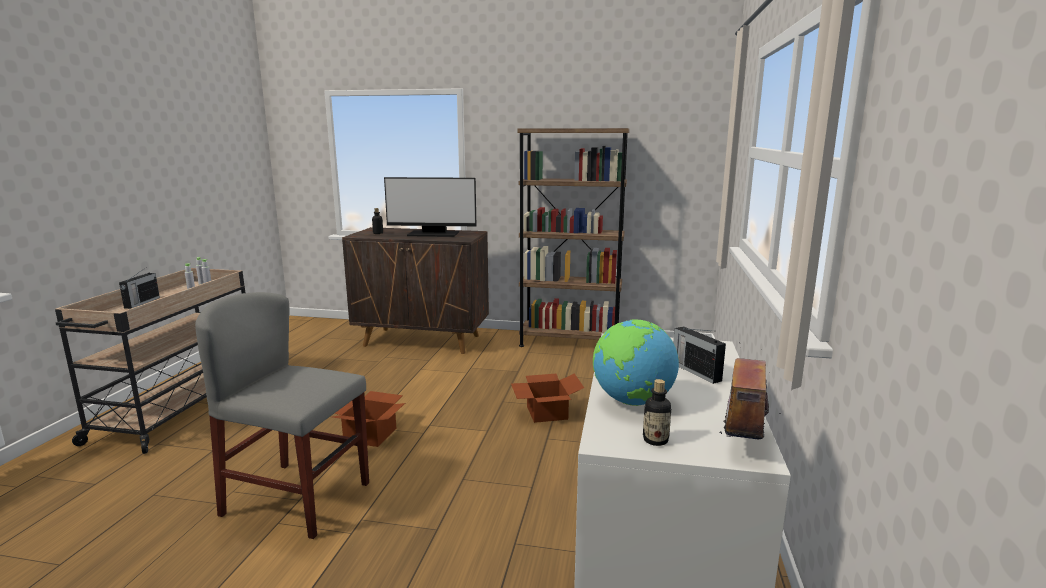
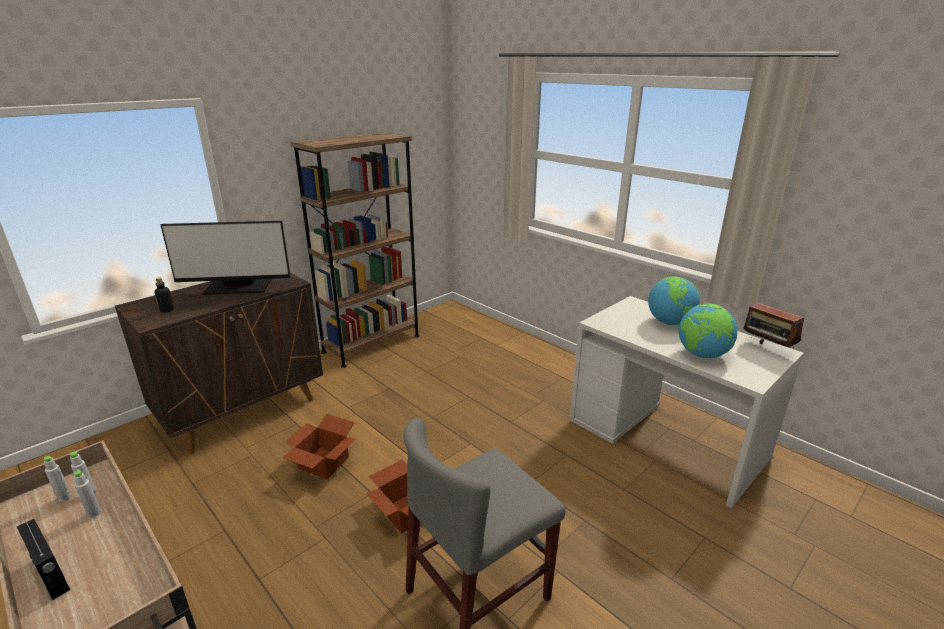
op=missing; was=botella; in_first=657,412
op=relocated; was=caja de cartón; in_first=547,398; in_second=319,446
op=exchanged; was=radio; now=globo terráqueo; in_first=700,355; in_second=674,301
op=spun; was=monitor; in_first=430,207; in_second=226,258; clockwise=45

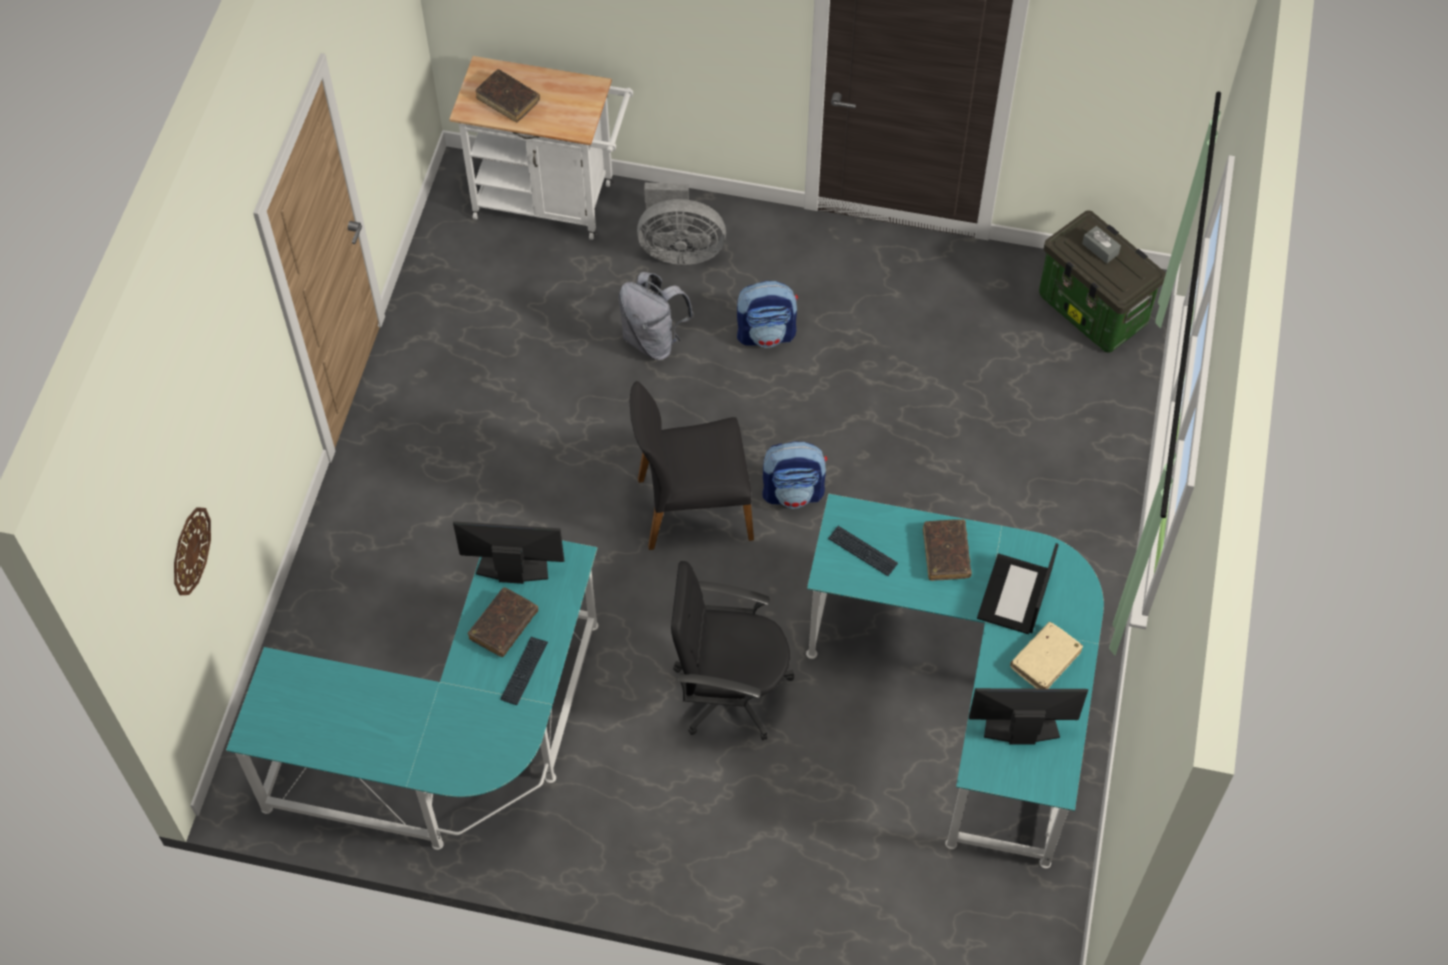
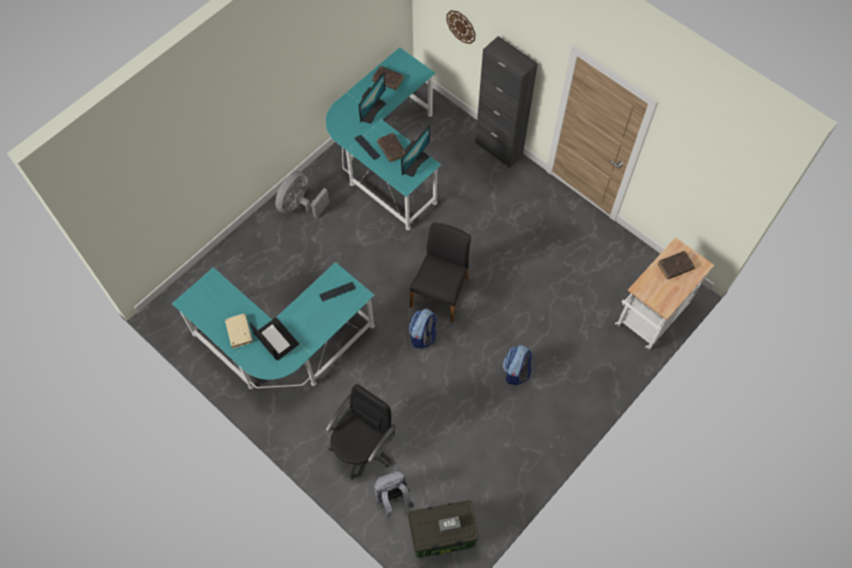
op=appeared; now=armario [negro]; in_second=506,102
op=relocated; was=mochila [gris]; in_first=656,316; in_second=394,495
op=relocated; was=ventilador [gris]; in_first=681,224; in_second=302,194
op=relocated; was=silla de oficina [negro]; in_first=732,650; in_second=360,431
op=relocated; was=libro [marrón]; in_first=947,550; in_second=388,78
op=relocated; was=monitor; in_first=1028,716; in_second=372,98

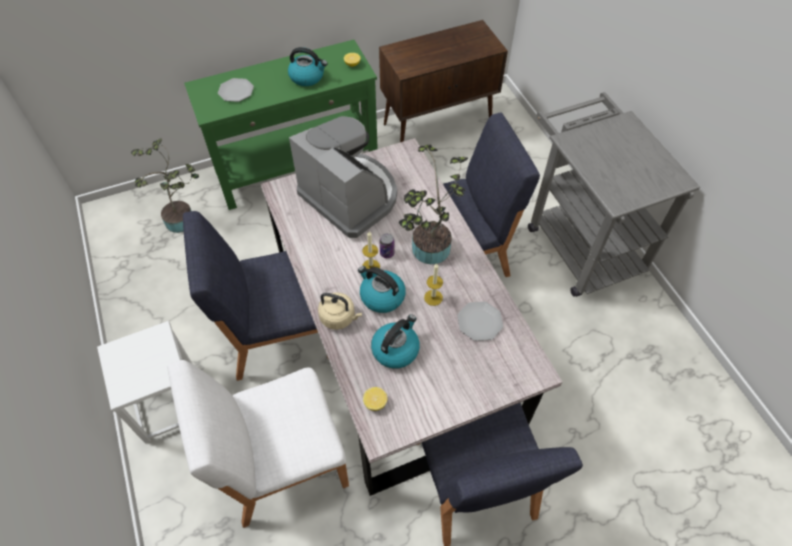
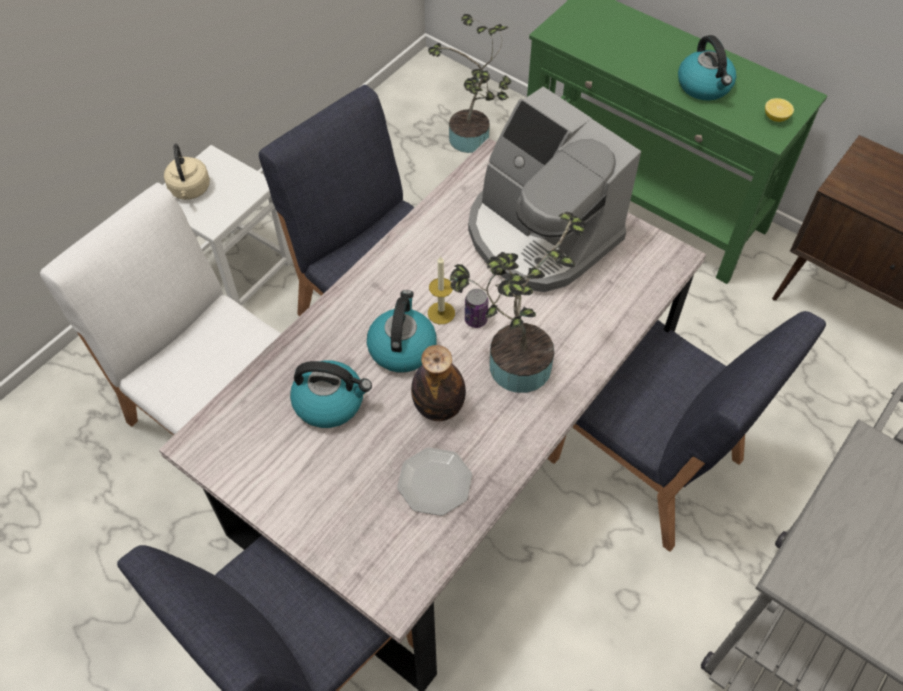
op=missing; was=plato; in_first=236,90
op=missing; was=limón; in_first=375,399
op=relocated; was=hervidor [beis]; in_first=340,311; in_second=187,172
op=exchanged; was=vela; now=botella; in_first=433,284; in_second=438,383
op=spun; was=cafetera; in_first=343,177; in_second=554,189; clockwise=120

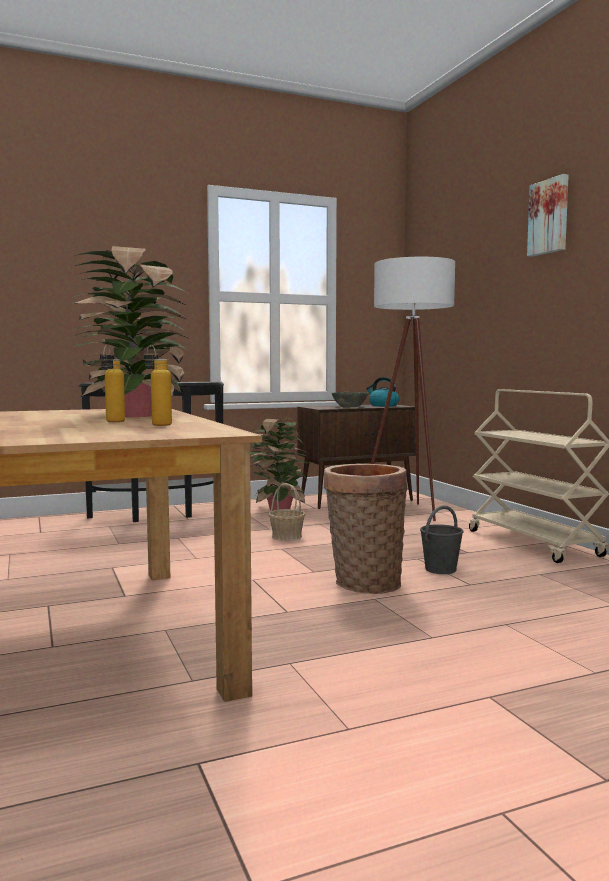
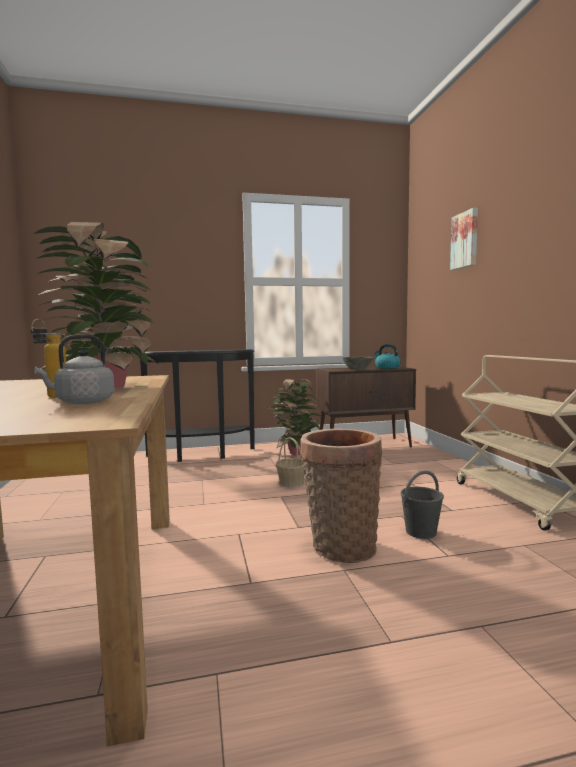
op=missing; was=lámpara de pie [blanco]; in_first=413,389
op=relocated; was=cuadro; in_first=548,215; in_second=464,239
op=exchanged; was=botella; now=hervidor [gris]; in_first=158,385; in_second=74,369

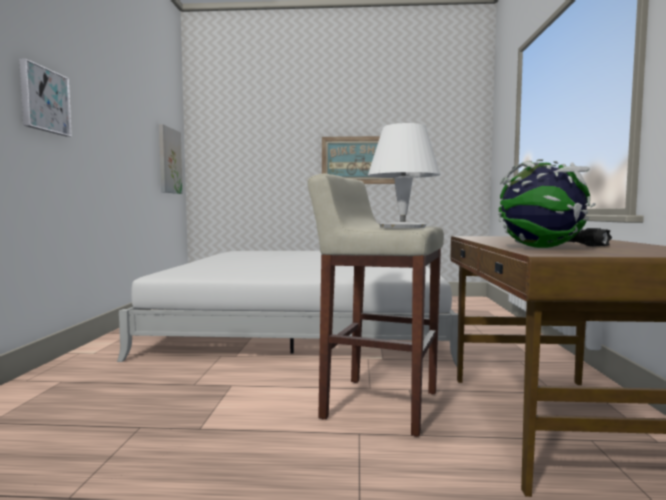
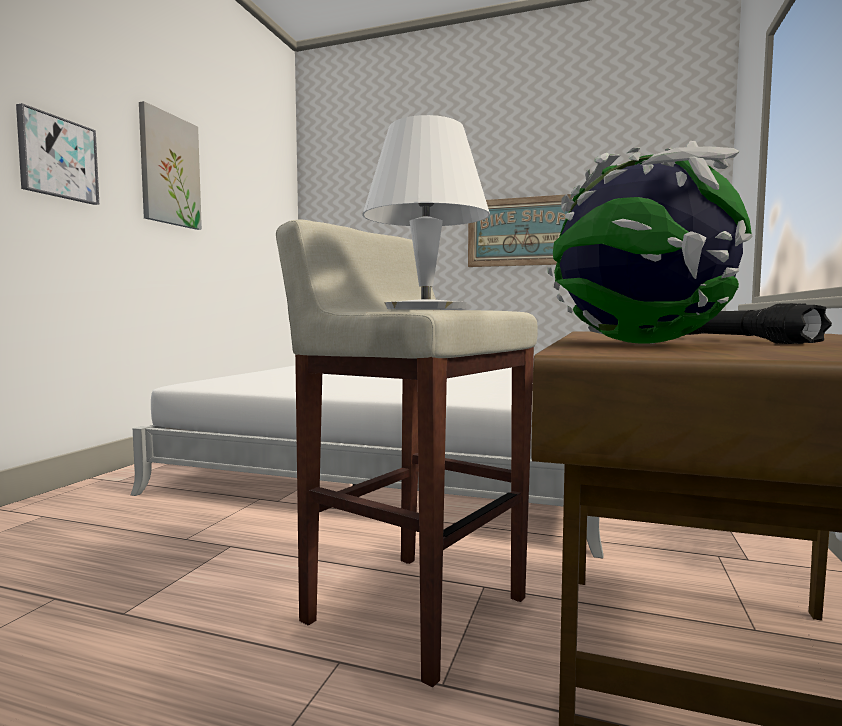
op=relocated; was=cuadro; in_first=171,159; in_second=170,165

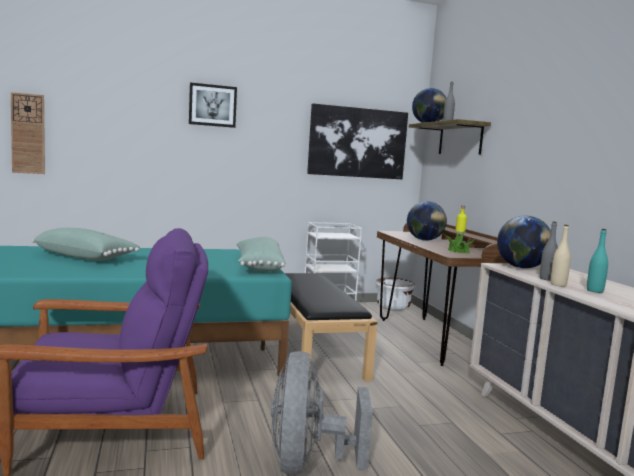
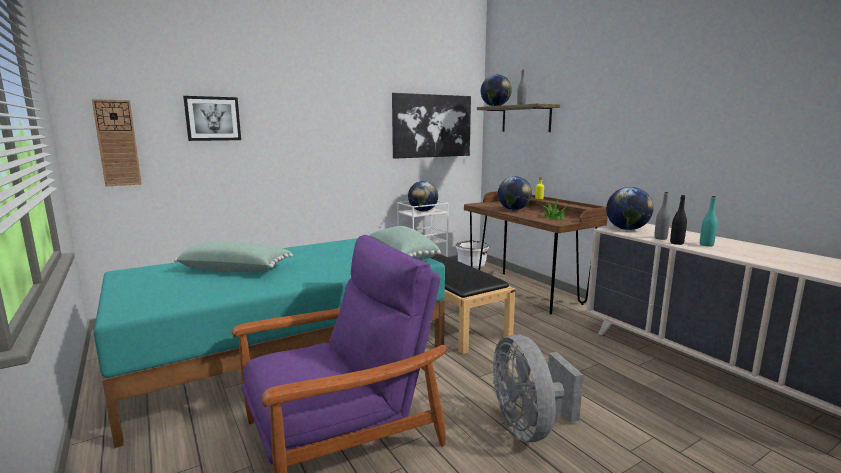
op=appeared; now=globo terráqueo; in_second=423,196
op=relocated; was=cuadro; in_first=213,105; in_second=212,118
op=colour; was=botella [beis]; now=botella [negro]; in_first=560,256; in_second=678,220

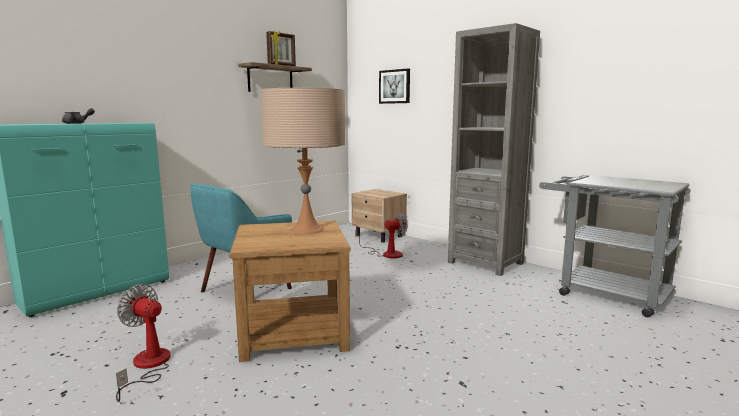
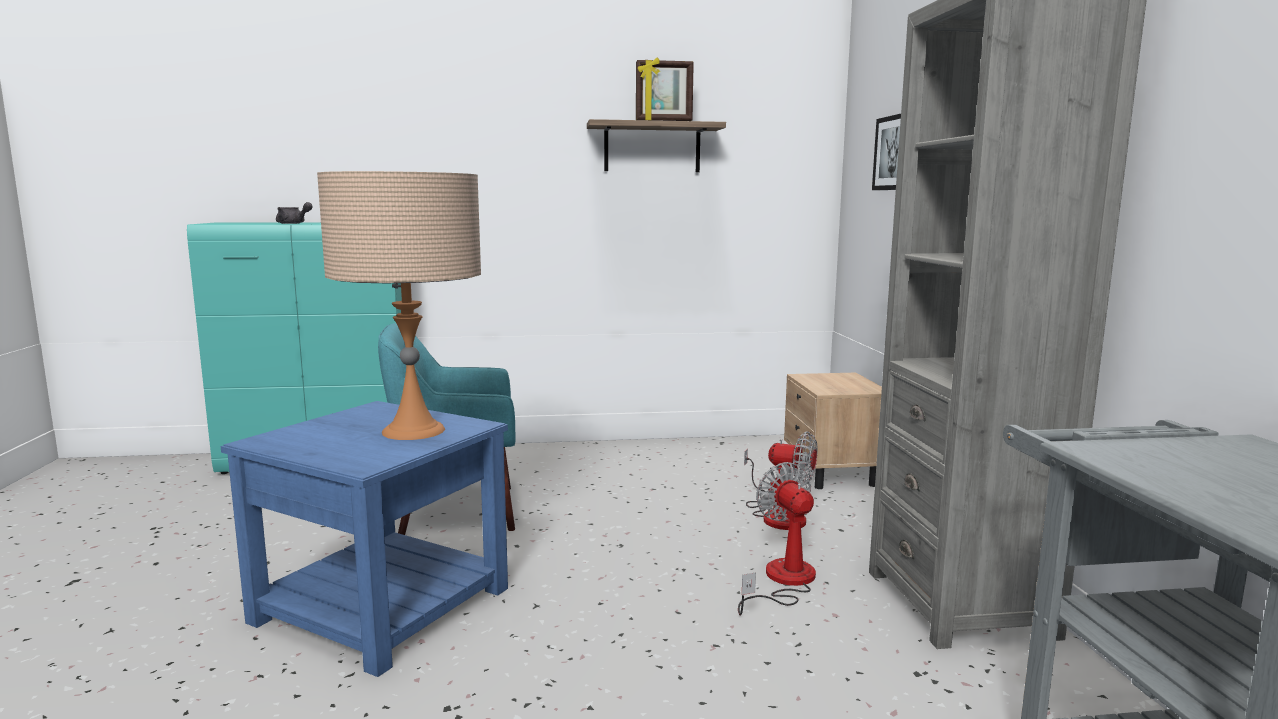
op=relocated; was=ventilador; in_first=143,343; in_second=777,539
op=colour; was=mesa auxiliar [marrón]; now=mesa auxiliar [azul]; in_first=290,291; in_second=364,539

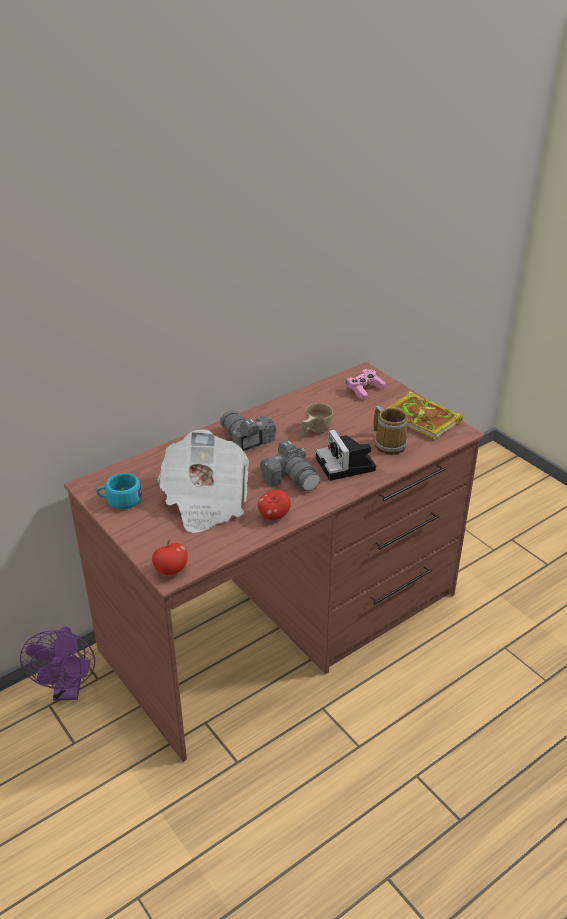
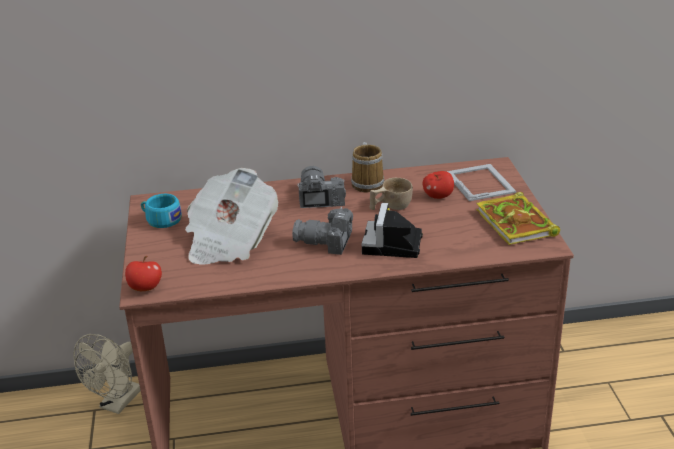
op=relocated; was=manzana; in_first=274,505; in_second=438,185
op=relocated; was=taza grande; in_first=391,430; in_second=368,167
op=exchanged; was=mando de consola [rosa]; now=portarretratos; in_first=366,384; in_second=481,182
op=colour; was=ventilador [morado]; now=ventilador [beis]; in_first=57,664; in_second=107,374
op=spun; was=cámara; in_first=290,465; in_second=322,231; clockwise=105

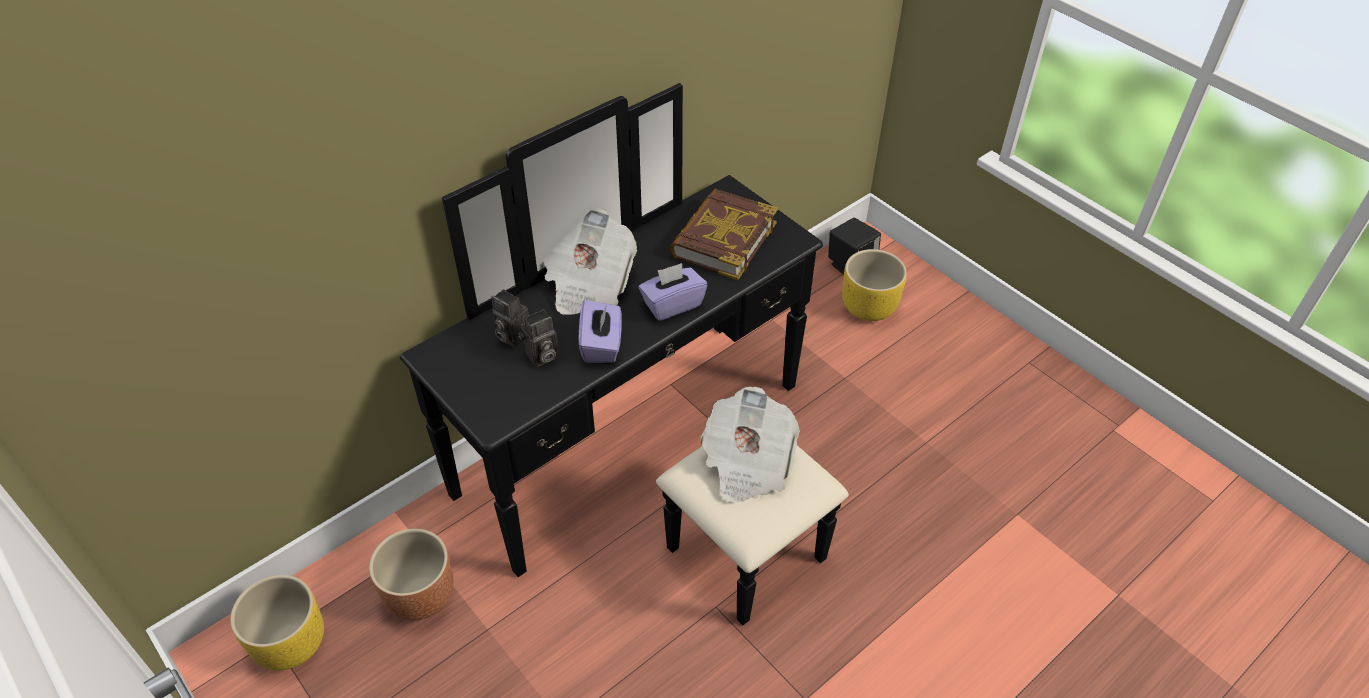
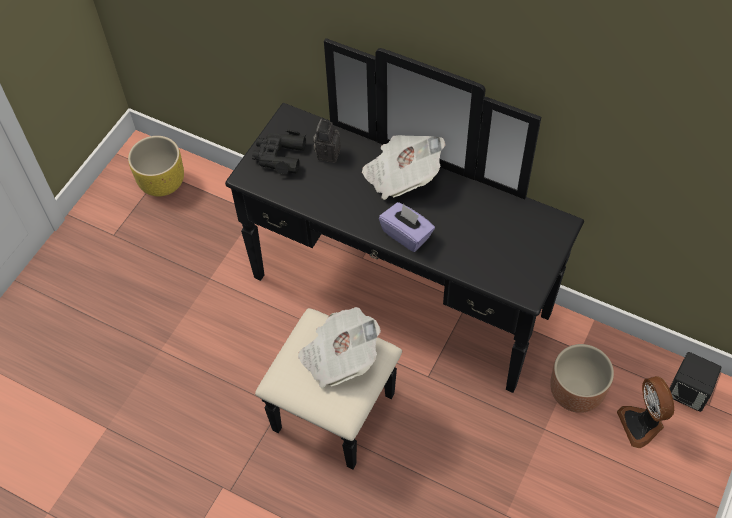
op=missing; was=cámara; in_first=538,338
op=missing; was=caja de pañuelos [morado]; in_first=600,331
op=missing; was=libro; in_first=723,234
op=appeared; now=prismáticos [negro]; in_second=279,152
op=relocated; was=maceta [marrón]; in_first=411,575; in_second=582,378
op=exchanged; was=maceta [amarillo]; now=ventilador; in_first=874,285; in_second=645,412

